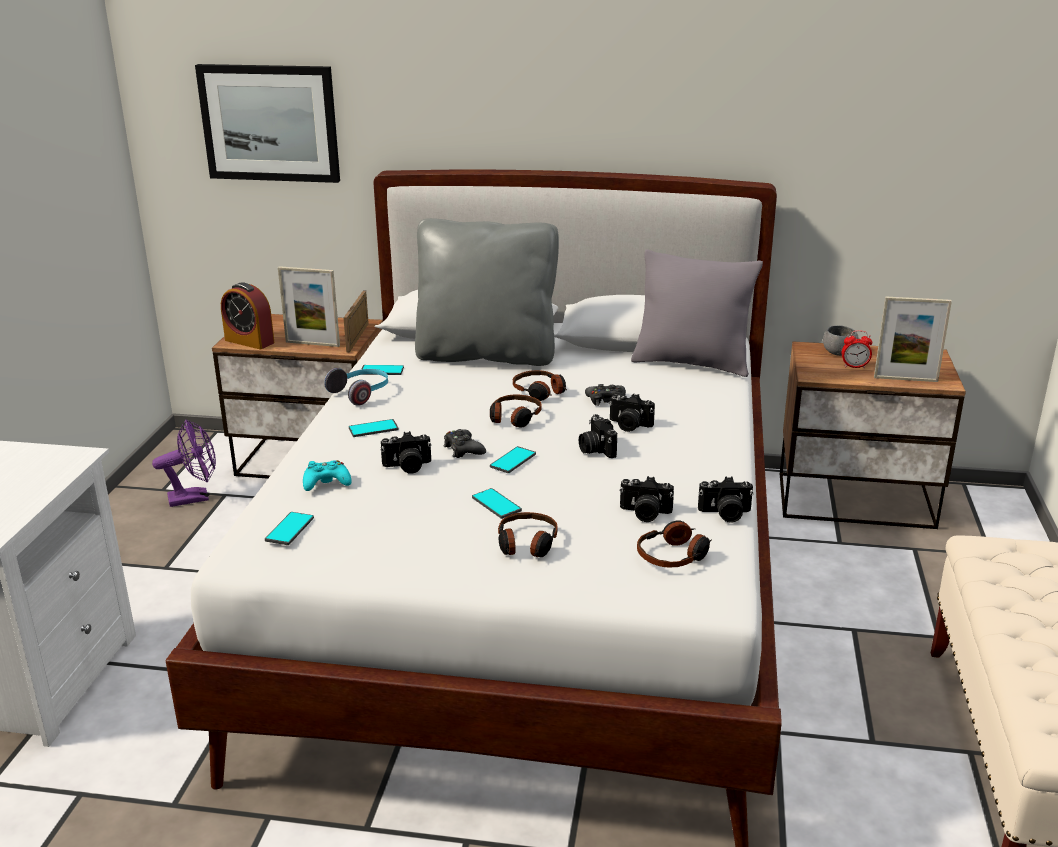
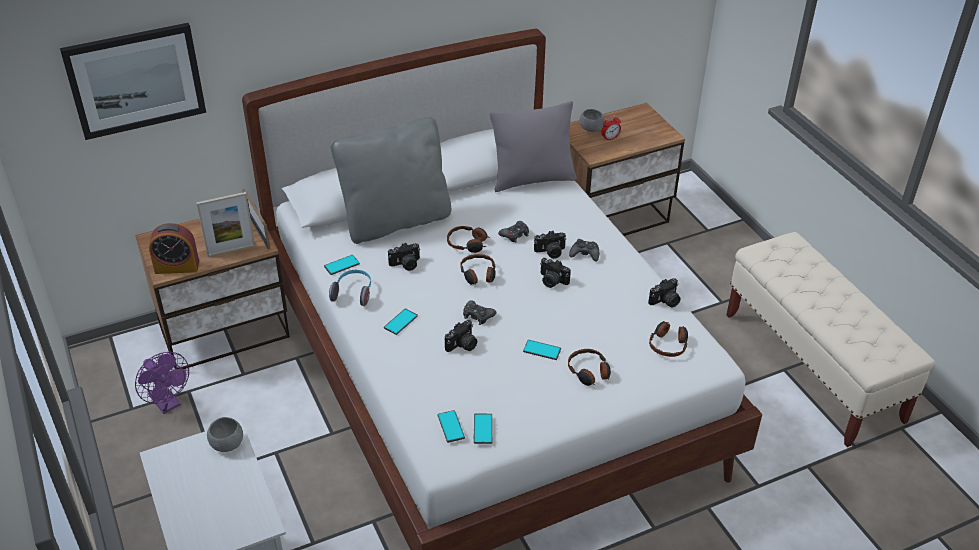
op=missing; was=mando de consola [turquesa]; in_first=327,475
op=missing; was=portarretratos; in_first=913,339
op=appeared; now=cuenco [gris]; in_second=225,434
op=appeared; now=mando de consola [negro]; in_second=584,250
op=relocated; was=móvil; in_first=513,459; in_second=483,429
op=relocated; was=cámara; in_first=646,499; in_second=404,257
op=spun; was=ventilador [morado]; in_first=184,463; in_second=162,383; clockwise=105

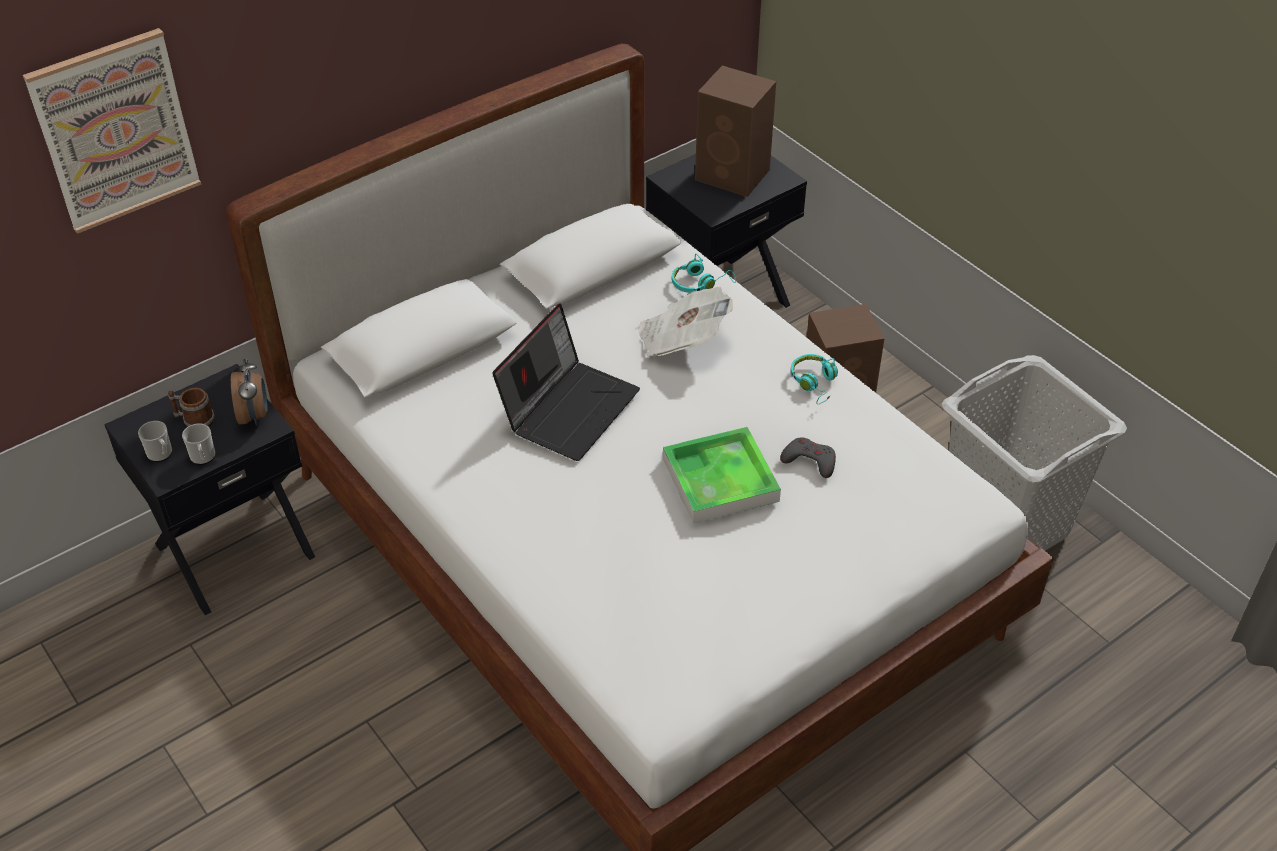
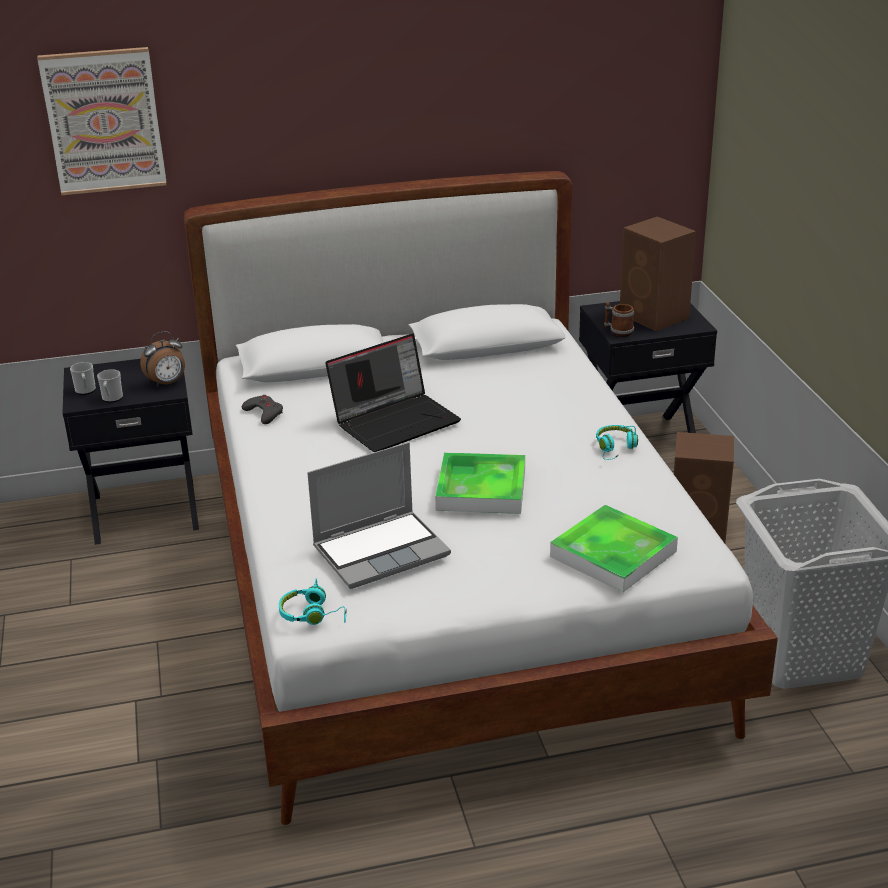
op=missing; was=periódico; in_first=685,322
op=appeared; now=portátil; in_second=379,515
op=appeared; now=bandeja; in_second=614,548
op=relocated; was=taza grande; in_first=191,407; in_second=619,319
op=relocated; was=auriculares [turquesa]; in_first=704,273; in_second=313,601
op=relocated; was=mando de consola [gris]; in_first=808,457; in_second=262,409
op=spun; was=despertador; in_first=249,392; in_second=162,359; clockwise=45

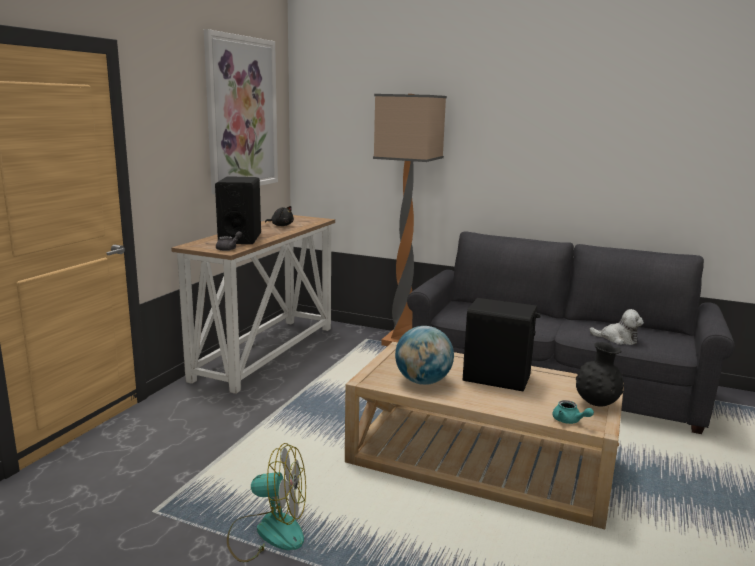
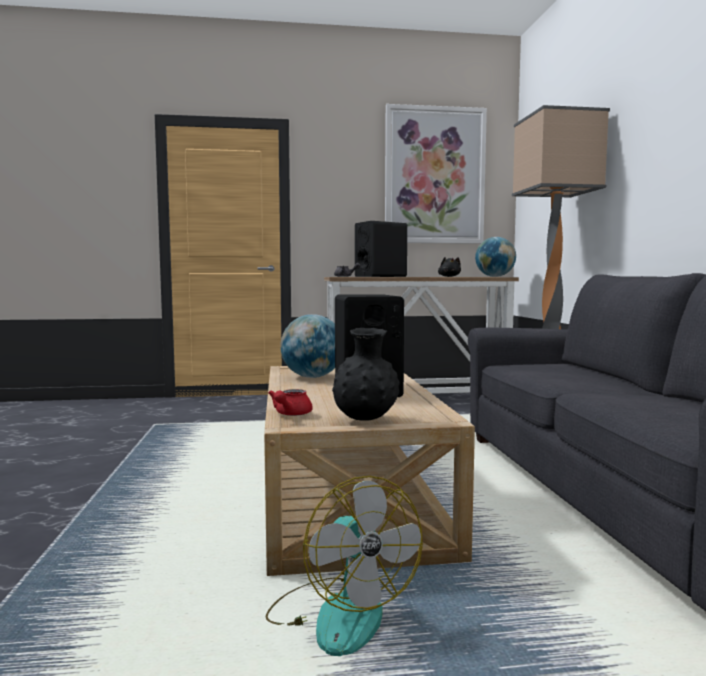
op=missing; was=peluche; in_first=616,327
op=appeared; now=globo terráqueo; in_second=495,257
op=relocated; was=ventilador; in_first=266,502; in_second=344,566
op=colour; was=tetera [turquesa]; now=tetera [rojo]; in_first=573,412; in_second=290,402

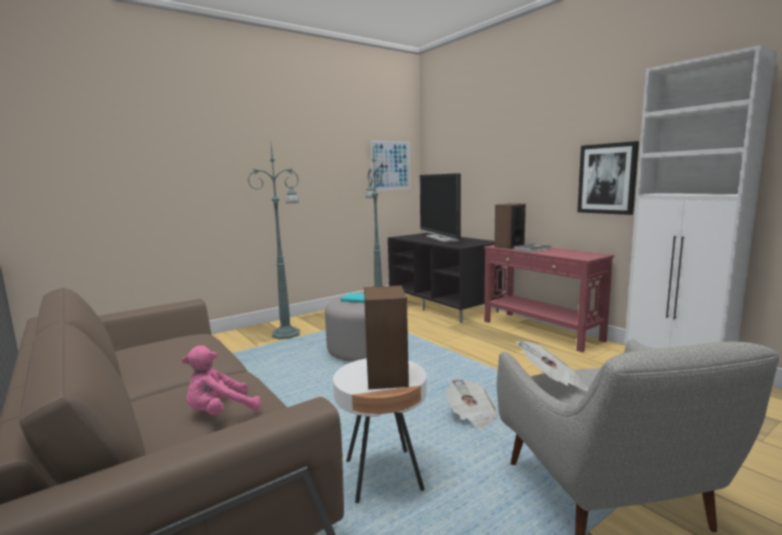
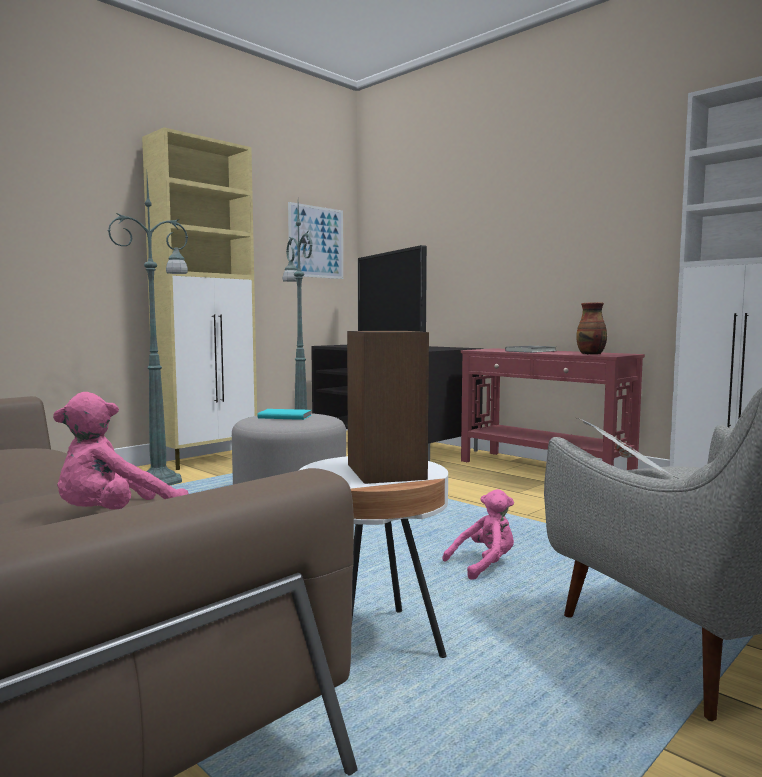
op=missing; was=altavoz; in_first=510,226
op=missing; was=cuadro; in_first=608,178
op=appeared; now=armario [beis]; in_second=199,298
op=appeared; now=florero; in_second=591,328
op=exchanged; was=periódico; now=peluche [rosa]; in_first=472,404; in_second=478,534

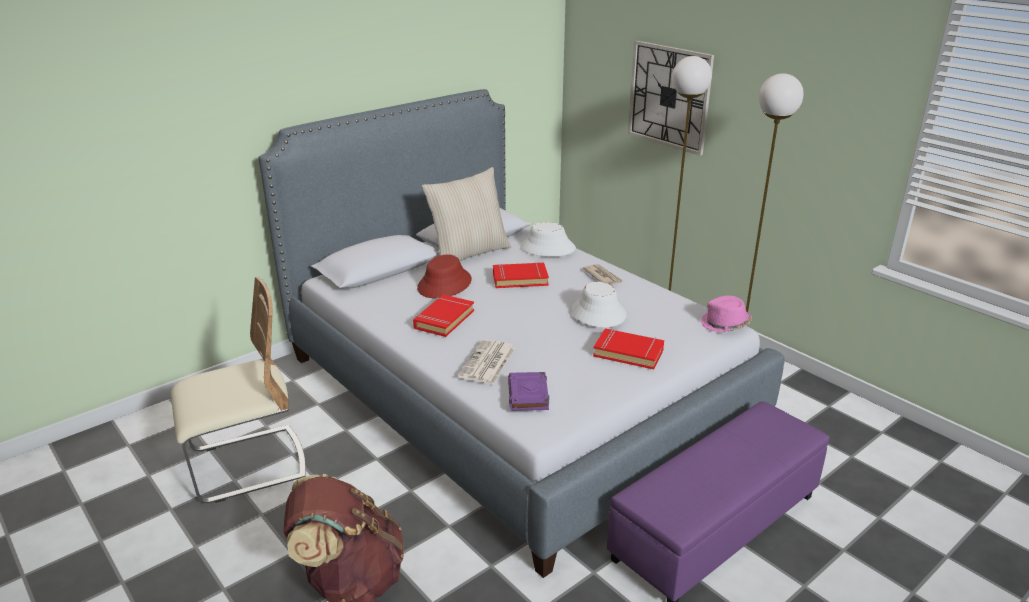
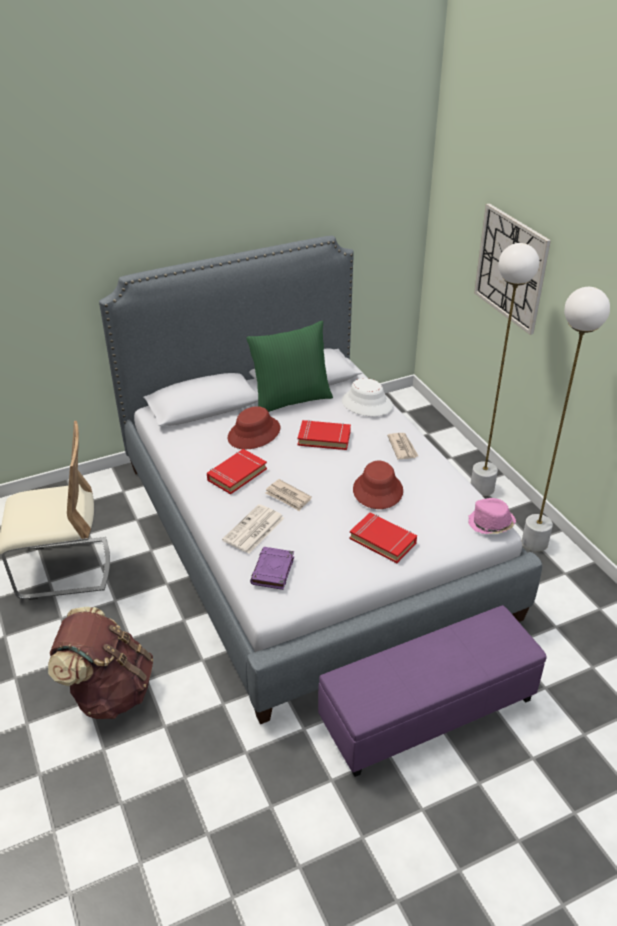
op=appeared; now=periódico; in_second=288,495
op=colour; was=cojín [beis]; now=cojín [verde]; in_first=466,214; in_second=289,366
op=colour; was=sombrero [blanco]; now=sombrero [rojo]; in_first=599,304; in_second=378,485

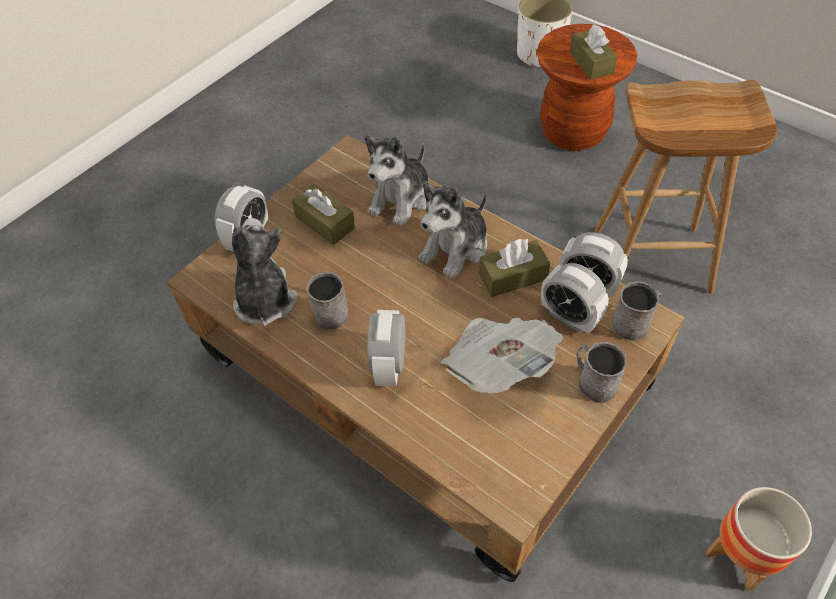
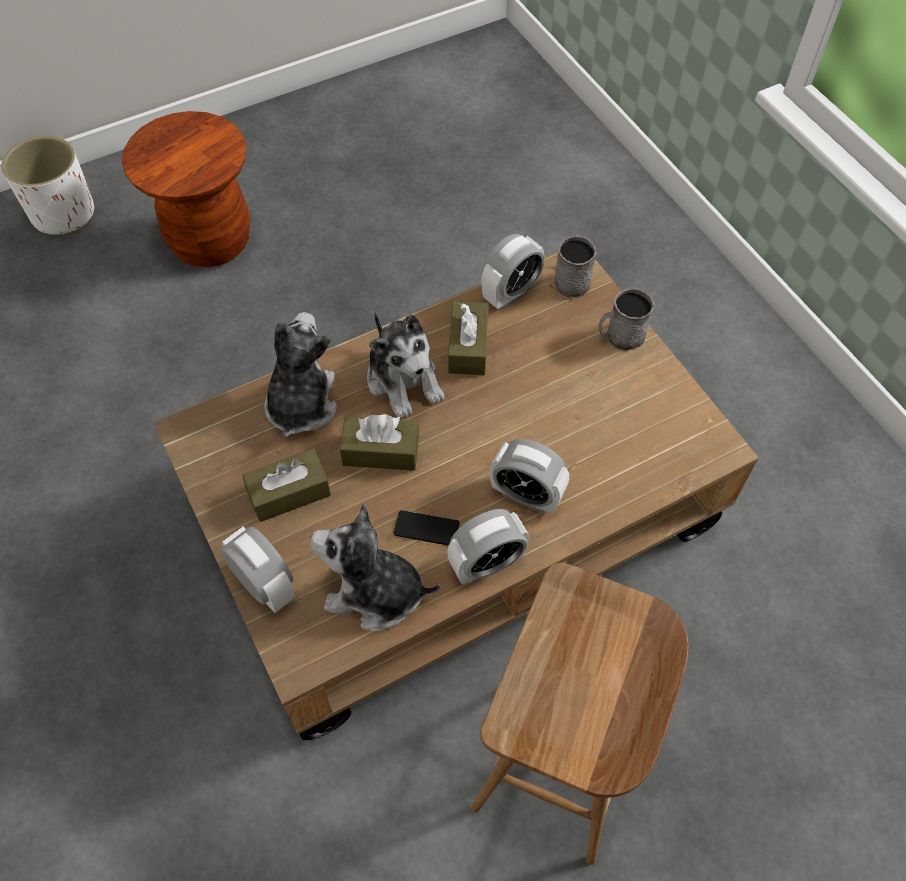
op=missing; was=periódico; in_first=502,355
op=missing; was=maceta; in_first=759,539
op=relocated; was=despertador; in_first=575,298; in_second=488,547
op=relocated; was=caja de pañuelos [marrón]; in_first=593,52; in_second=379,442
op=relocated; was=taburete [marrón]; in_first=686,187; in_second=580,714
op=exchanged; was=taza grande [gris]; now=móvil; in_first=327,301; in_second=427,528
op=spun; was=peluche; in_first=397,180; in_second=301,374; clockwise=-135

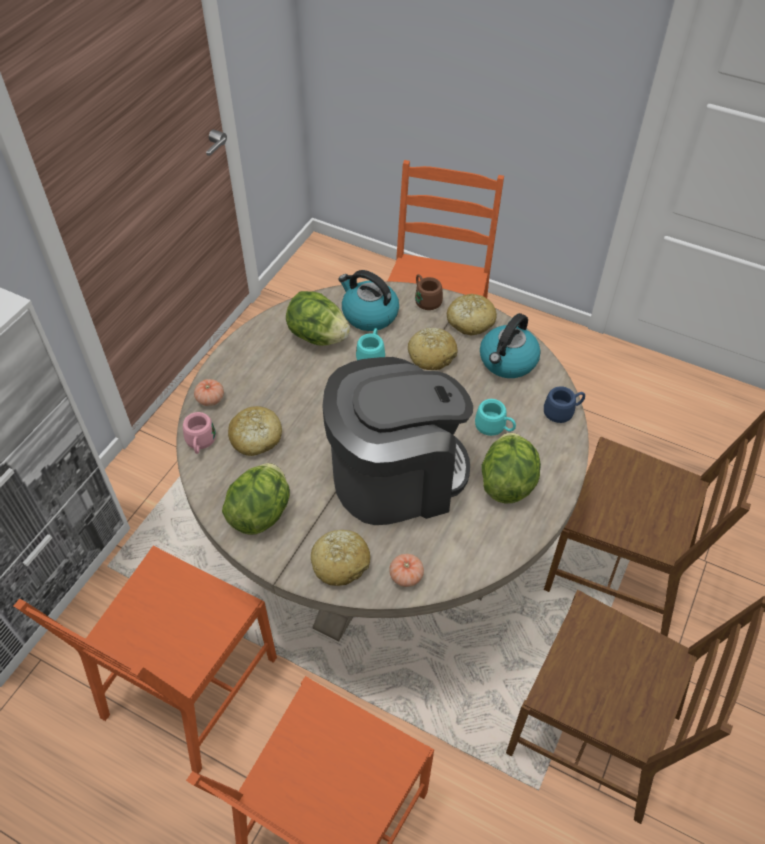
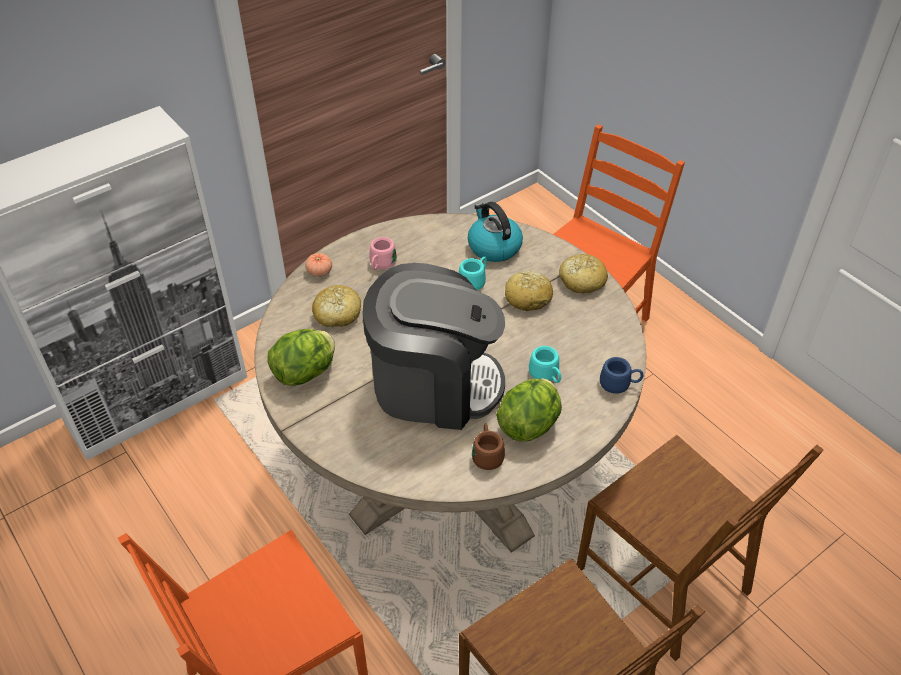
op=missing; was=silla [naranja]; in_first=145,660
op=missing; was=lechuga; in_first=318,318
op=missing; was=pan; in_first=340,558
op=missing; was=tomate; in_first=406,570
op=missing; was=hervidor; in_first=510,345
op=relocated; was=taza grande [rosa]; in_first=199,433; in_second=383,253
op=relocated; was=taza grande [marrón]; in_first=429,292; in_second=488,446

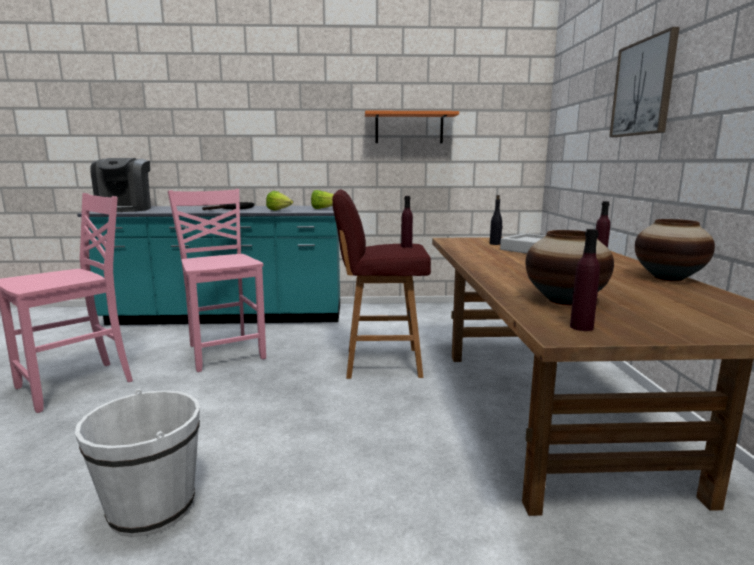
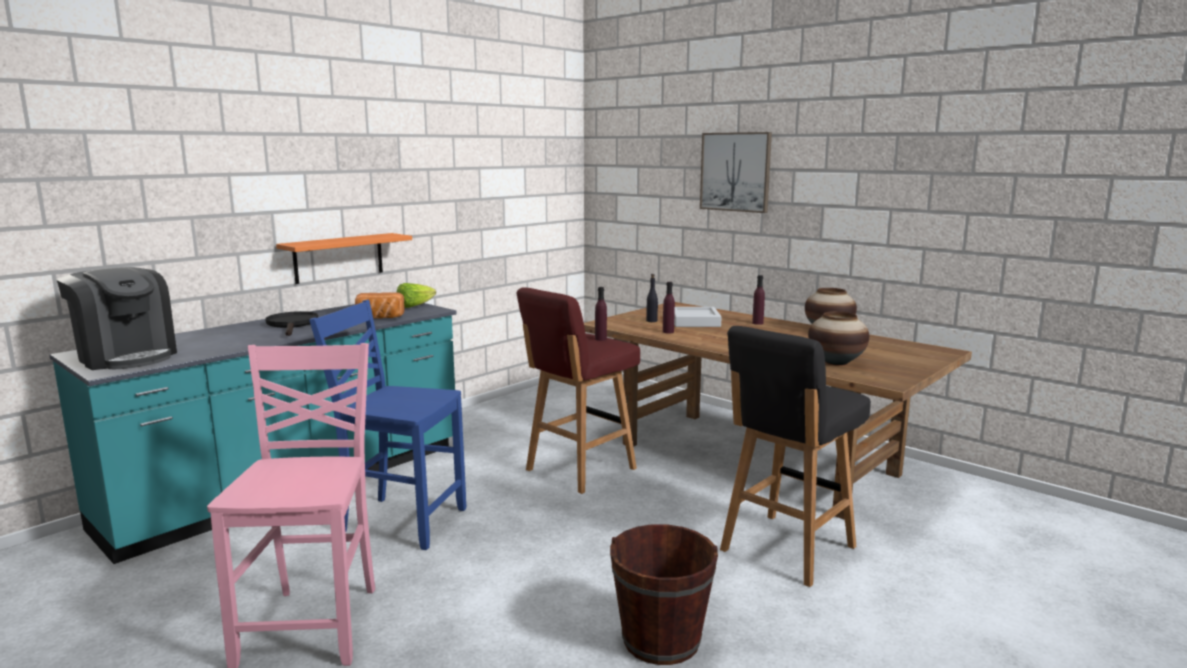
op=appeared; now=taburete [negro]; in_second=795,456
op=relocated; was=estante [naranja]; in_first=412,127; in_second=344,258
op=relocated; was=botella [morado]; in_first=585,280; in_second=669,308
op=exchanged; was=lechuga; now=pan; in_first=279,201; in_second=380,305
op=colour; was=cubo [blanco]; now=cubo [marrón]; in_first=137,463; in_second=664,594
op=colour; was=silla [rosa]; now=silla [azul]; in_first=217,280; in_second=388,425

